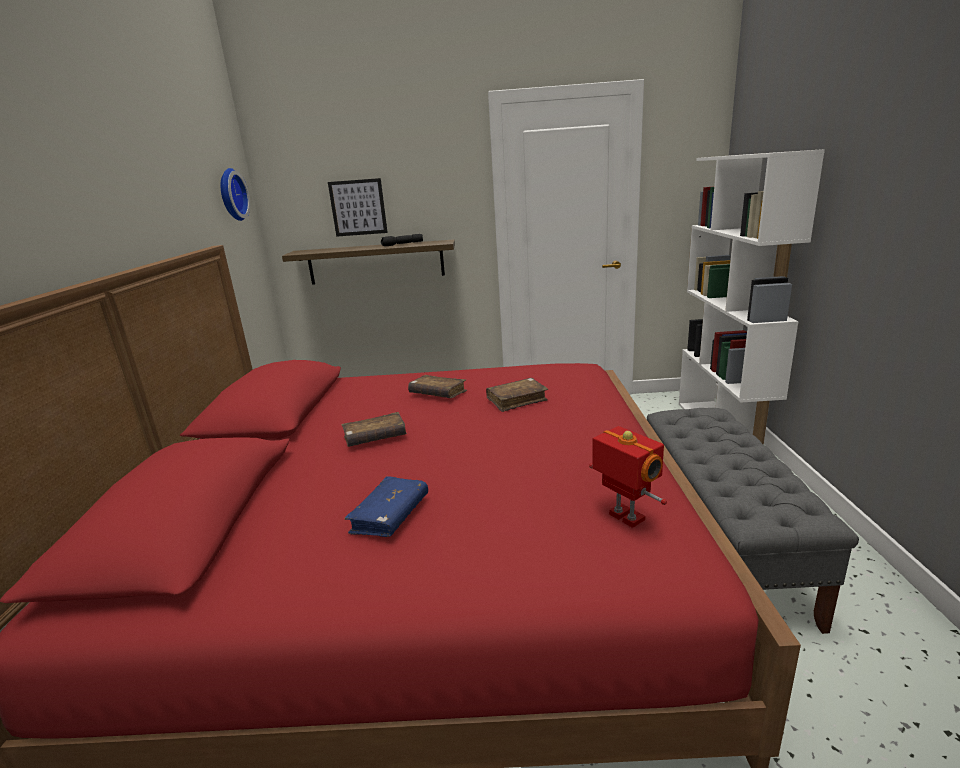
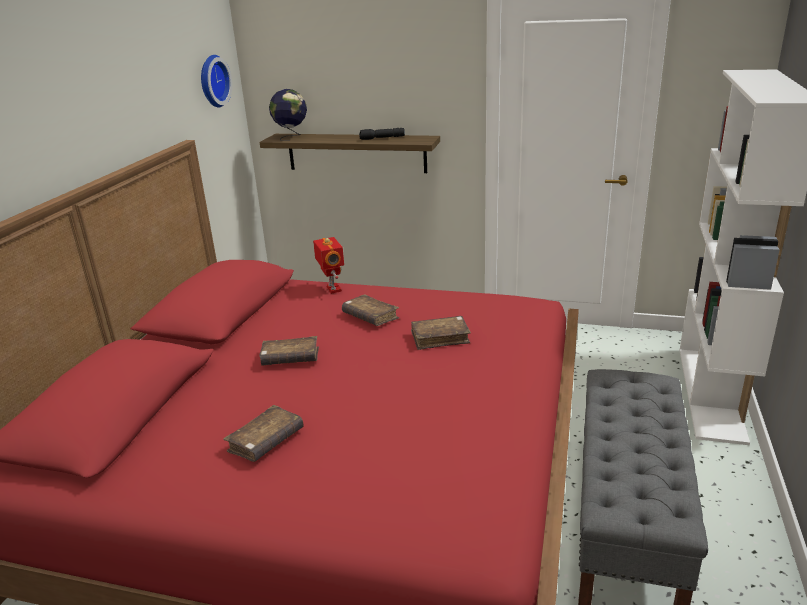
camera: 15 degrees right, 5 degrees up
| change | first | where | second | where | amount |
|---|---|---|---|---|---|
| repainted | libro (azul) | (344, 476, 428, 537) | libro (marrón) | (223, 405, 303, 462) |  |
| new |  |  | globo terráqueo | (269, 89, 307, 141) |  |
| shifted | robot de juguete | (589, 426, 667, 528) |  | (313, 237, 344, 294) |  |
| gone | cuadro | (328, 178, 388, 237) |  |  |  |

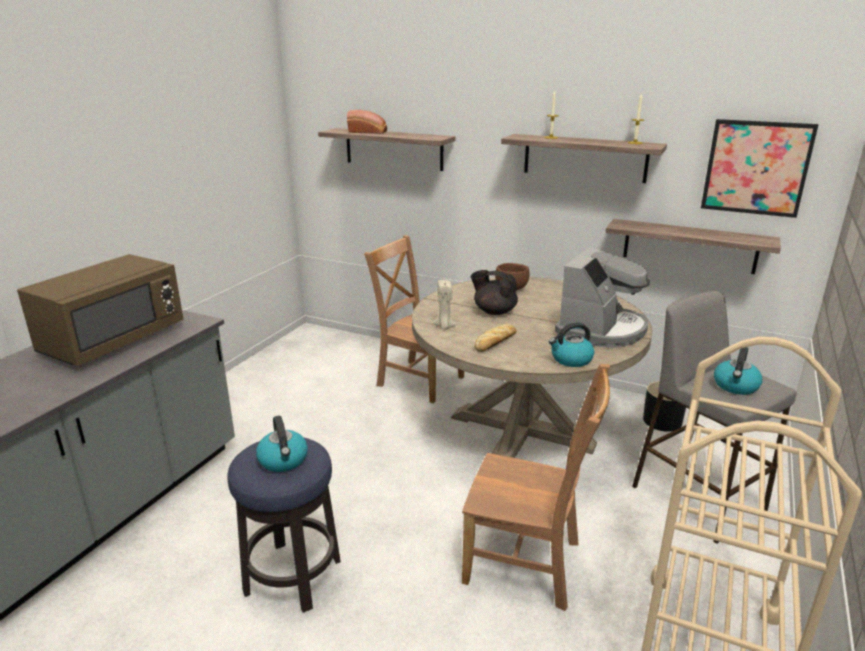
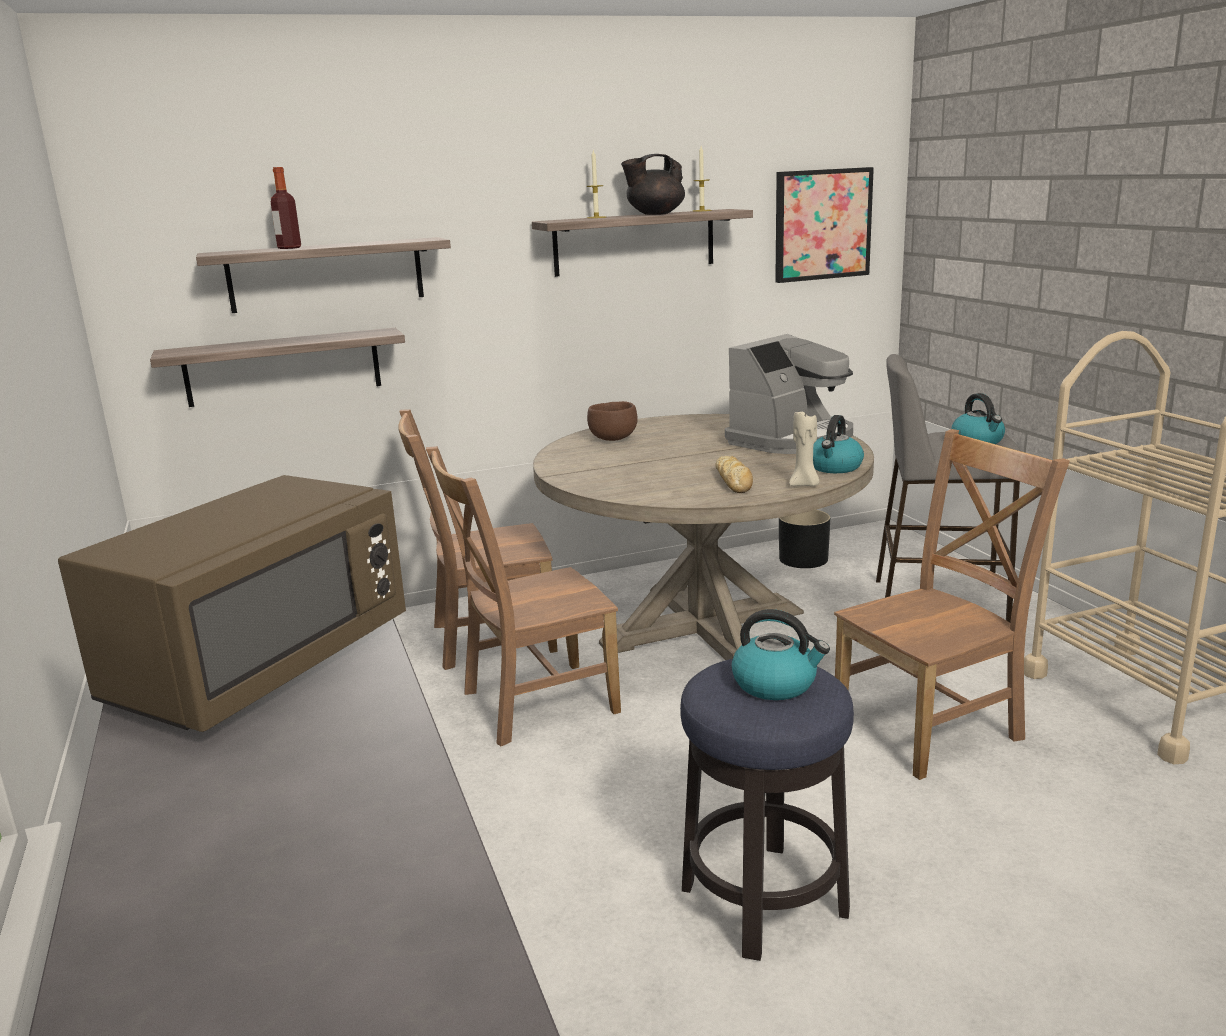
camera: 45 degrees left, 5 degrees down
| change | first | where | second | where | amount |
|---|---|---|---|---|---|
| rotated | microondas (marrón) | (17, 254, 183, 366) |  | (58, 475, 406, 732) | 45 degrees clockwise |
| shifted | estante | (606, 219, 781, 274) |  | (150, 328, 405, 407) |  |
| swapped | pan | (347, 110, 387, 134) | botella | (271, 167, 301, 249) |  |
| new |  |  | silla (marrón) | (426, 446, 621, 746) |  |
| shifted | tetera (negro) | (471, 270, 518, 315) |  | (621, 154, 685, 215) |  |
| rotated | cafetera | (555, 246, 650, 348) |  | (725, 334, 853, 454) | 60 degrees clockwise |
| shifted | vela (beis) | (433, 280, 456, 329) |  | (789, 410, 819, 486) |  |

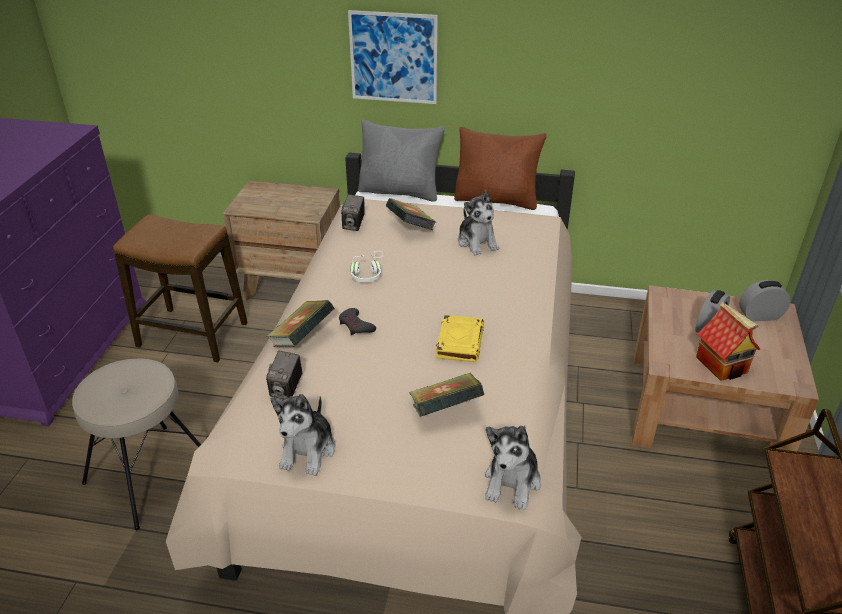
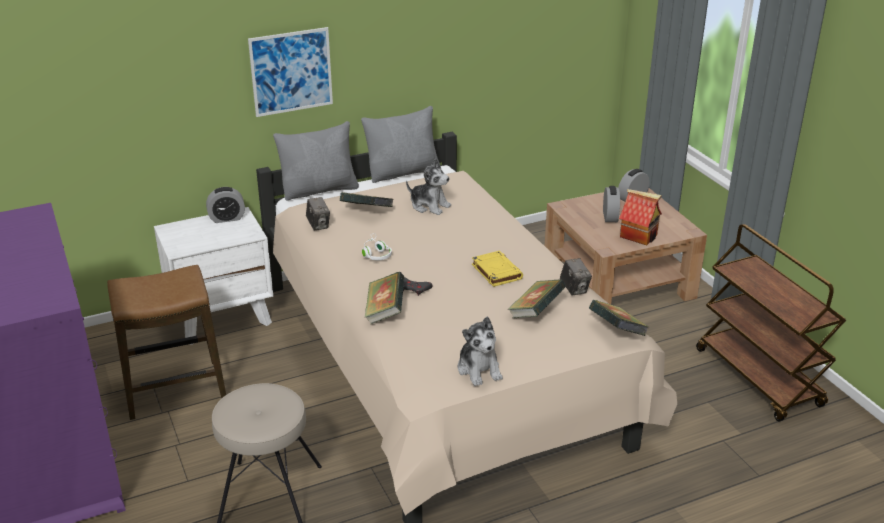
camera: 35 degrees left, 5 degrees down
| change | first | where | second | where | amount |
|---|---|---|---|---|---|
| repainted | mesita de noche (marrón) | (223, 181, 340, 300) | mesita de noche (blanco) | (154, 207, 273, 345) |  |
| new |  |  | despertador | (206, 187, 245, 223) |  |
| repainted | cojín (marrón) | (454, 127, 547, 210) | cojín (gris) | (361, 106, 441, 183) |  |
| shifted | cámara | (266, 351, 302, 399) |  | (560, 258, 592, 296) |  |
| swapped | peluche | (485, 425, 541, 510) | libro | (589, 300, 649, 336) |  |

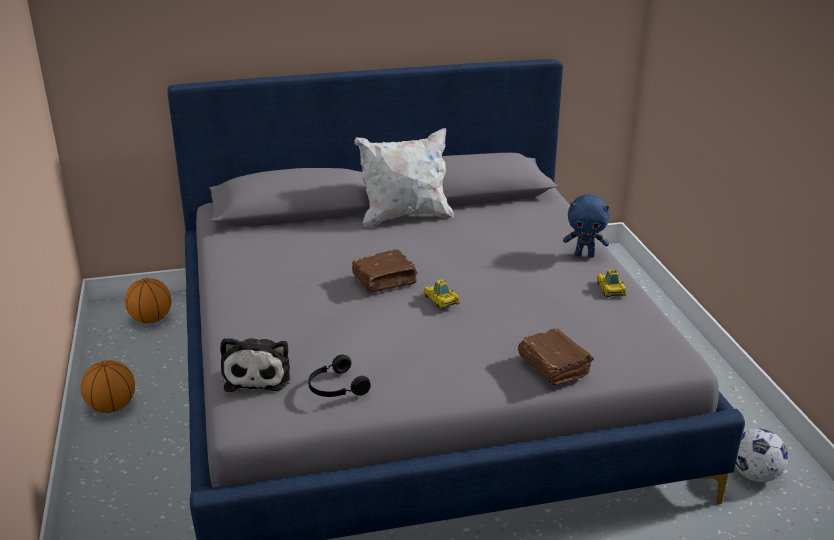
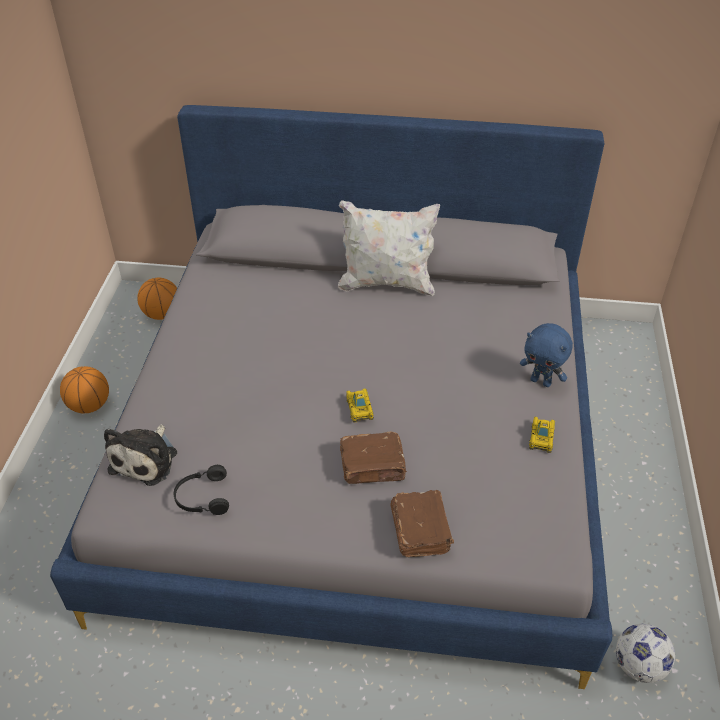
camera: 20 degrees right, 15 degrees up
| change | first | where | second | where | amount |
|---|---|---|---|---|---|
| shifted | libro (marrón) | (352, 249, 417, 292) |  | (340, 432, 407, 484) |  |

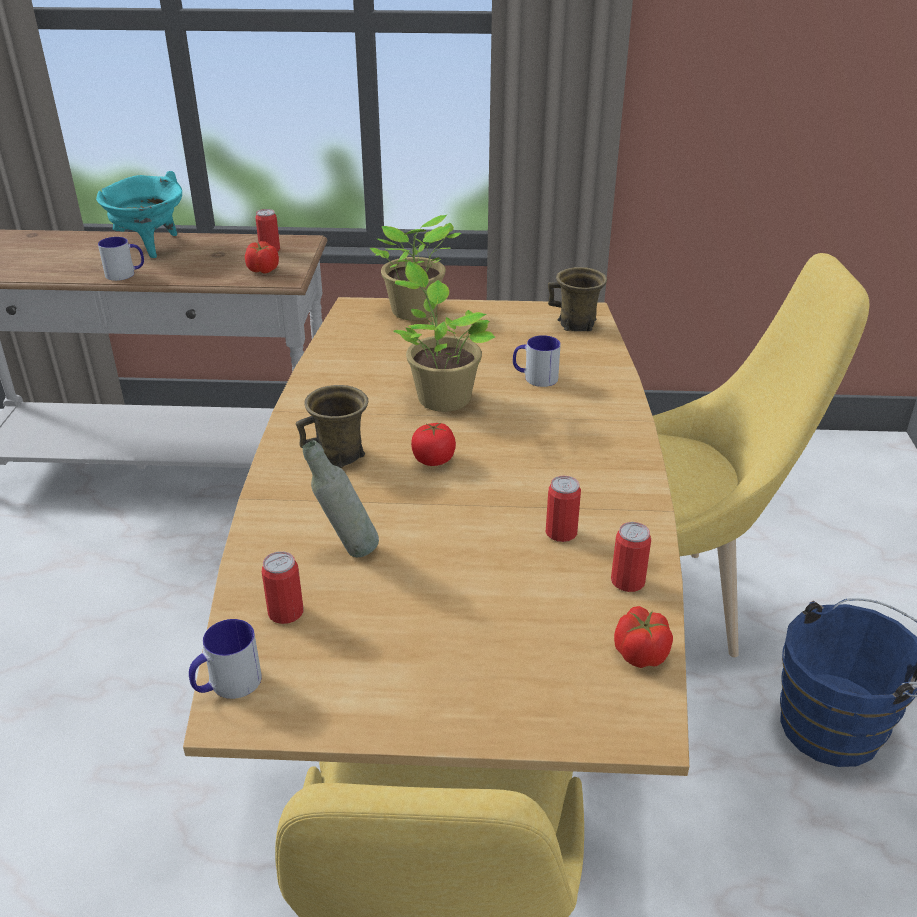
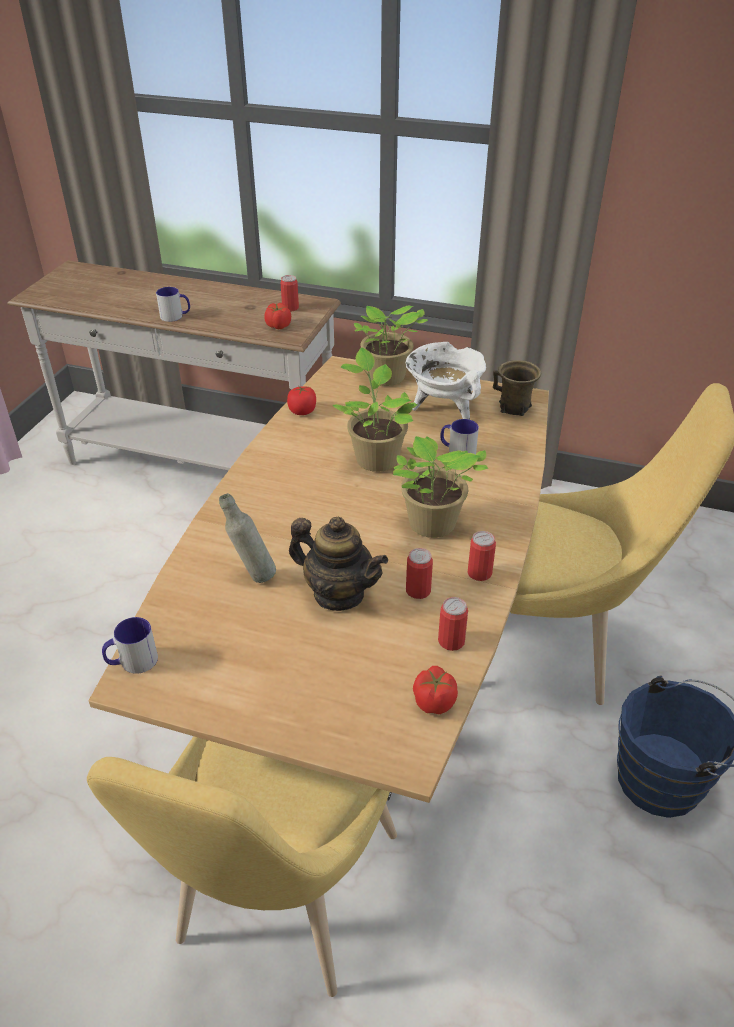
camera: 15 degrees right, 5 degrees up
| change | first | where | second | where | amount |
|---|---|---|---|---|---|
| shifted | tomate | (411, 423, 456, 466) |  | (287, 386, 316, 415) |  |
| new |  |  | tetera | (289, 516, 388, 611) |  |
| new |  |  | planta en maceta | (393, 436, 488, 538) |  |
| new |  |  | olla (blanco) | (406, 342, 486, 420) |  |
| shifted | lata | (262, 551, 303, 624) |  | (467, 531, 496, 581) |  |
| gone | olla (turquesa) | (96, 171, 182, 258) |  |  |  |
| gone | taza grande (marrón) | (296, 385, 368, 468) |  |  |  |

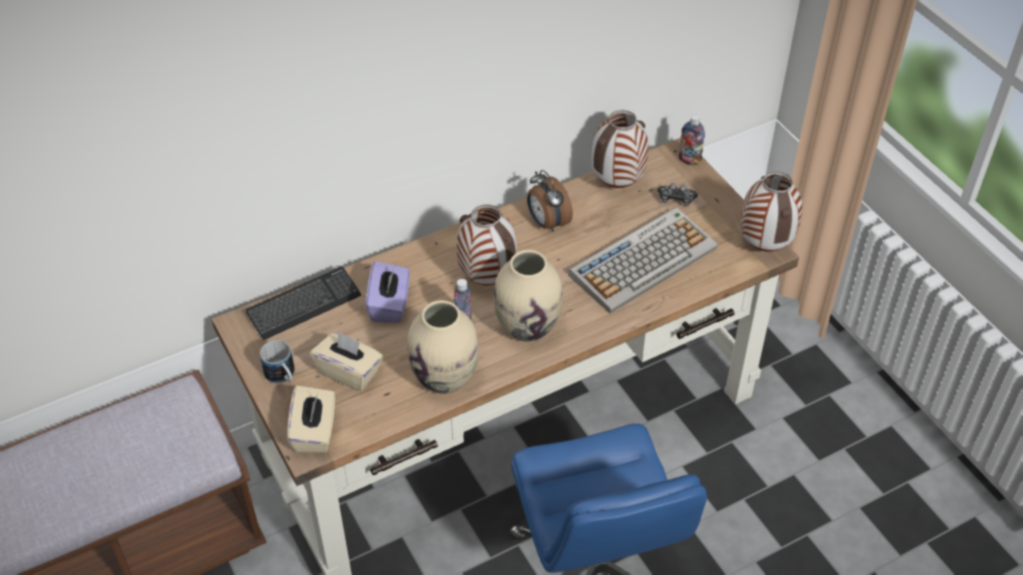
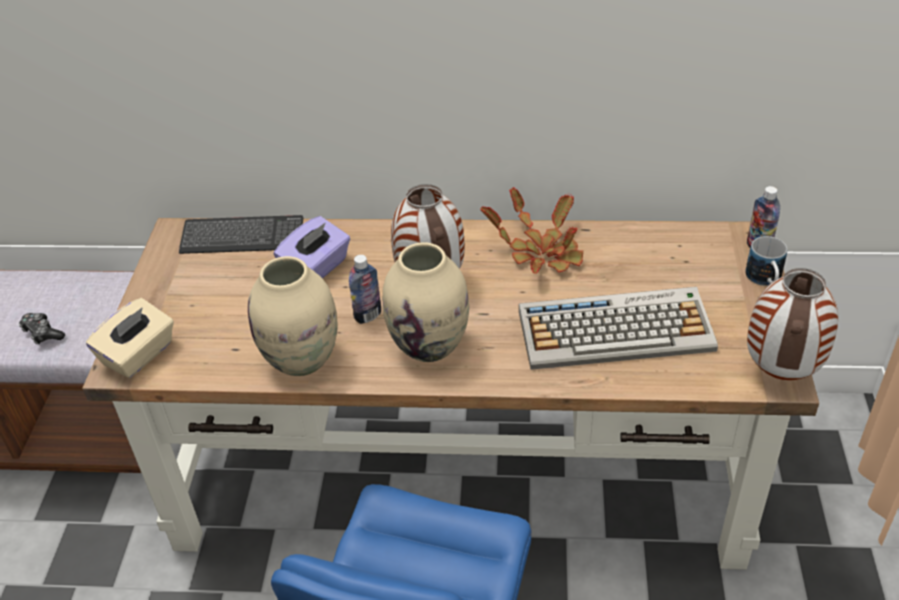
camera: 35 degrees right, 5 degrees down
| change | first | where | second | where | amount |
|---|---|---|---|---|---|
| shifted | mando de consola | (658, 183, 698, 206) |  | (18, 313, 65, 344) |  |
| swapped | despertador | (527, 170, 573, 232) | planta en maceta | (480, 187, 583, 274) |  |
| shifted | taza grande | (260, 340, 295, 383) |  | (745, 236, 787, 286) |  |
| gone | caja de pañuelos (beis) | (310, 331, 383, 391) |  |  |  |
| gone | florero | (591, 110, 648, 188) |  |  |  |

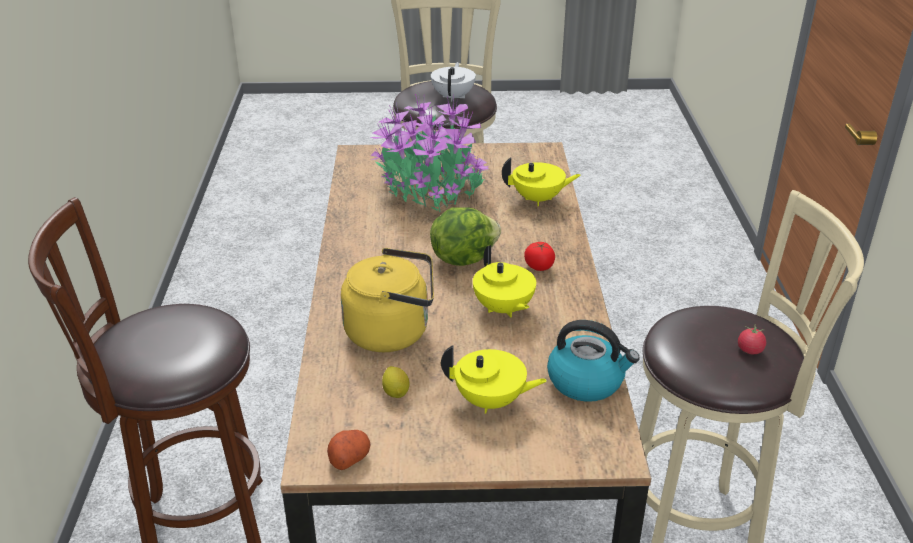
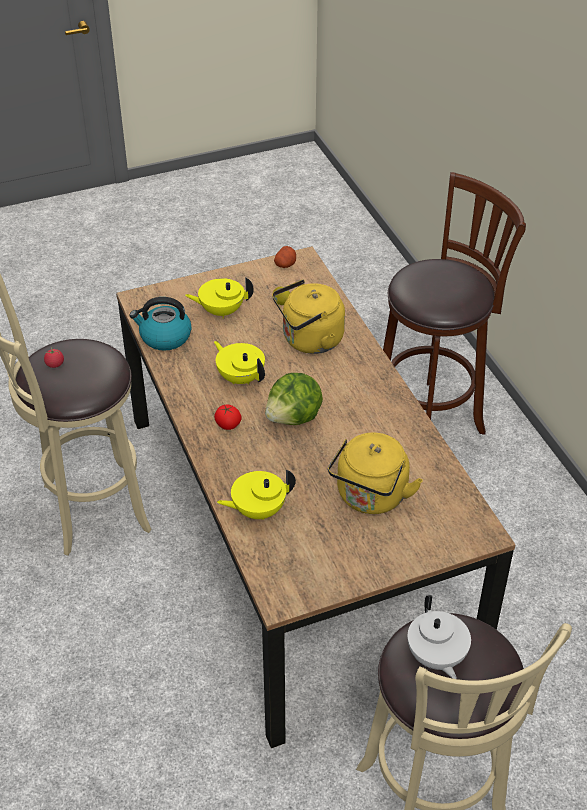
camera: 160 degrees right, 10 degrees up
| change | first | where | second | where | amount |
|---|---|---|---|---|---|
| swapped | planta en maceta | (370, 94, 489, 212) | hervidor (amarillo) | (328, 433, 423, 514) |  |

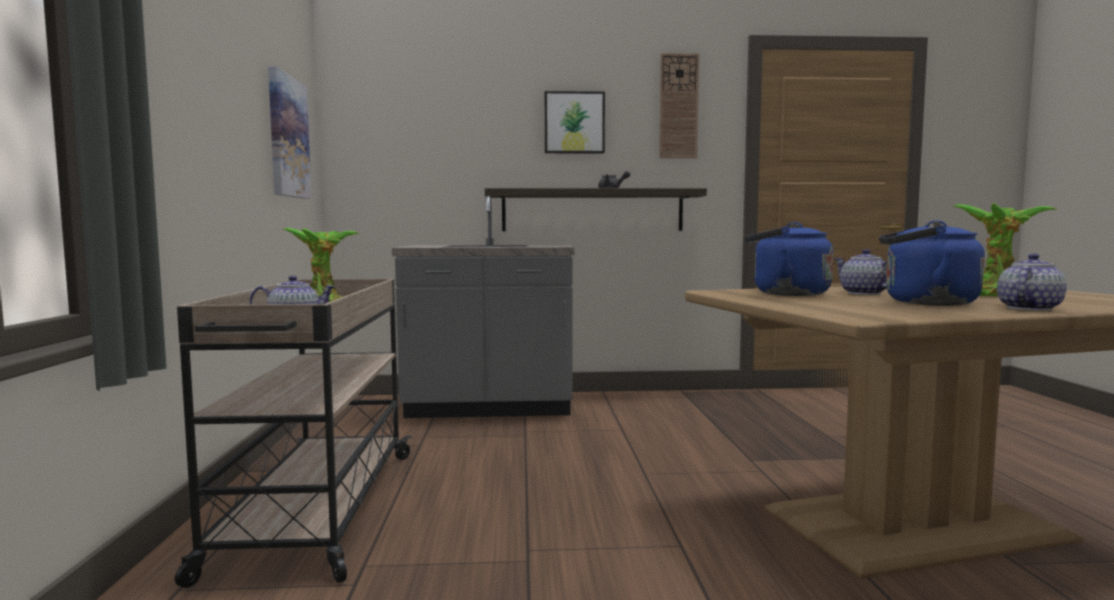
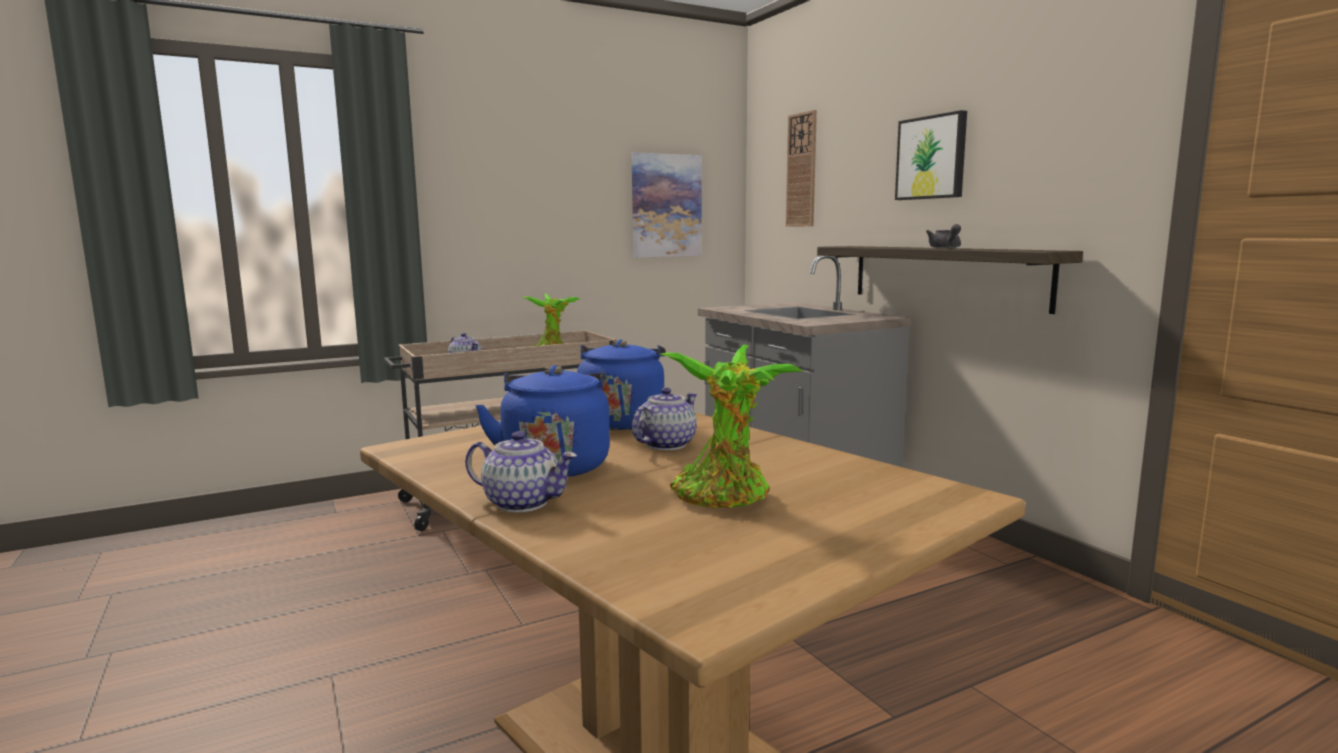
camera: 65 degrees right, 5 degrees up
| change | first | where | second | where | amount |
|---|---|---|---|---|---|
| shifted | reloj de pared | (659, 53, 699, 158) |  | (786, 110, 817, 227) |  |

